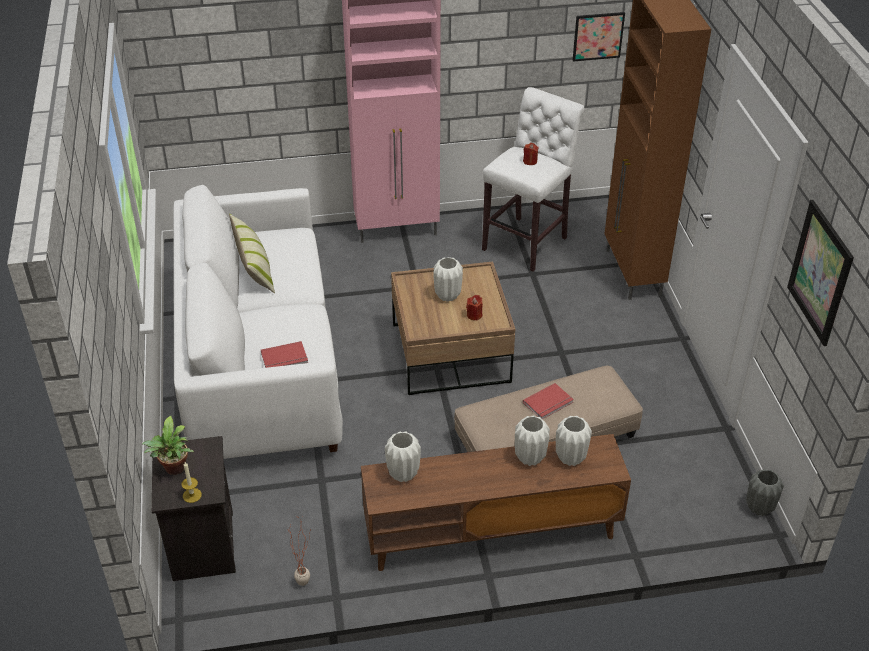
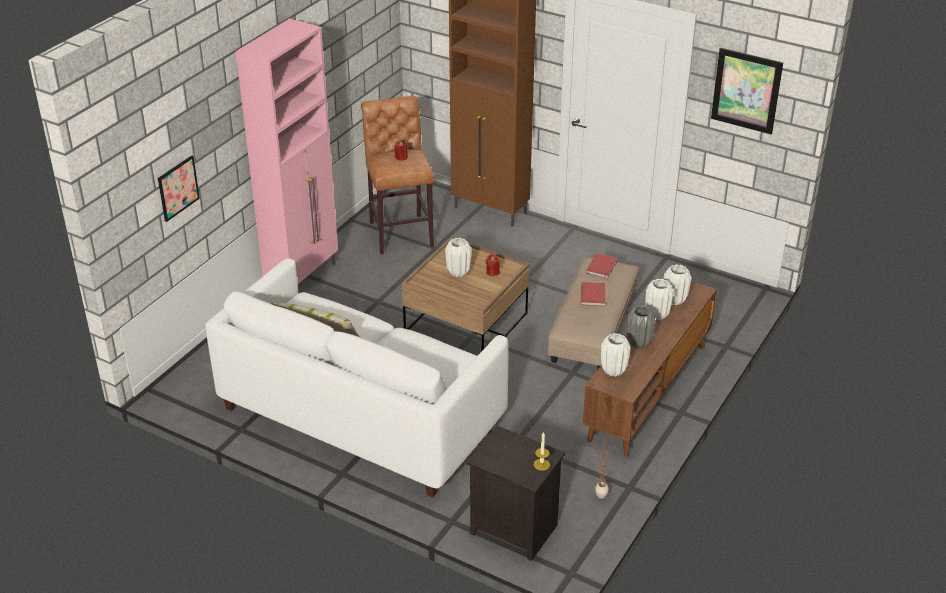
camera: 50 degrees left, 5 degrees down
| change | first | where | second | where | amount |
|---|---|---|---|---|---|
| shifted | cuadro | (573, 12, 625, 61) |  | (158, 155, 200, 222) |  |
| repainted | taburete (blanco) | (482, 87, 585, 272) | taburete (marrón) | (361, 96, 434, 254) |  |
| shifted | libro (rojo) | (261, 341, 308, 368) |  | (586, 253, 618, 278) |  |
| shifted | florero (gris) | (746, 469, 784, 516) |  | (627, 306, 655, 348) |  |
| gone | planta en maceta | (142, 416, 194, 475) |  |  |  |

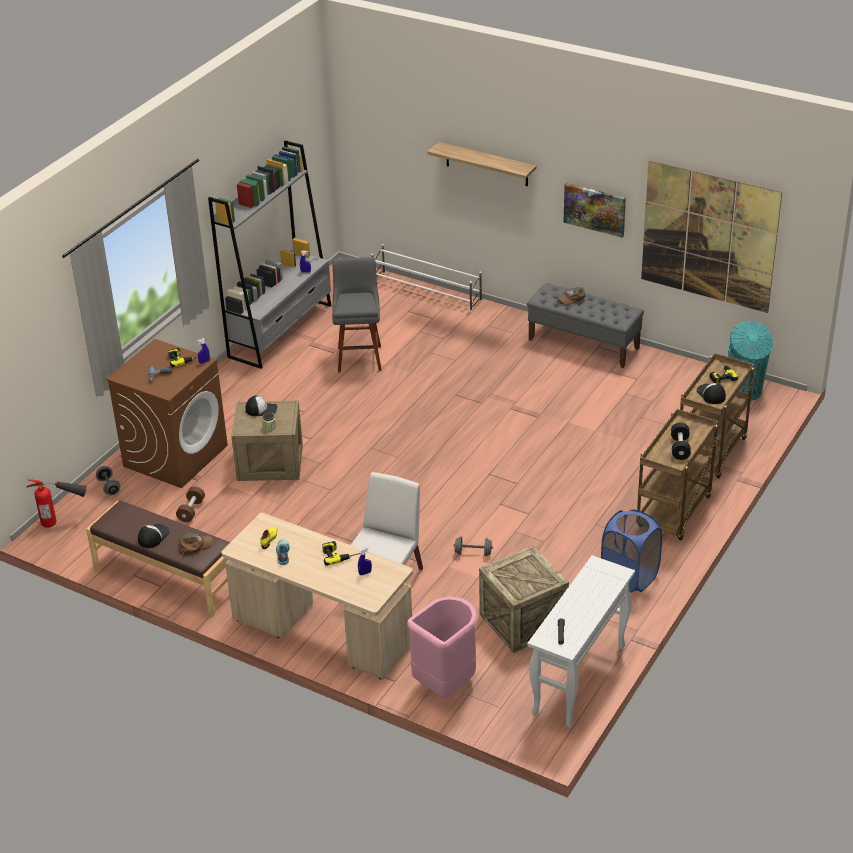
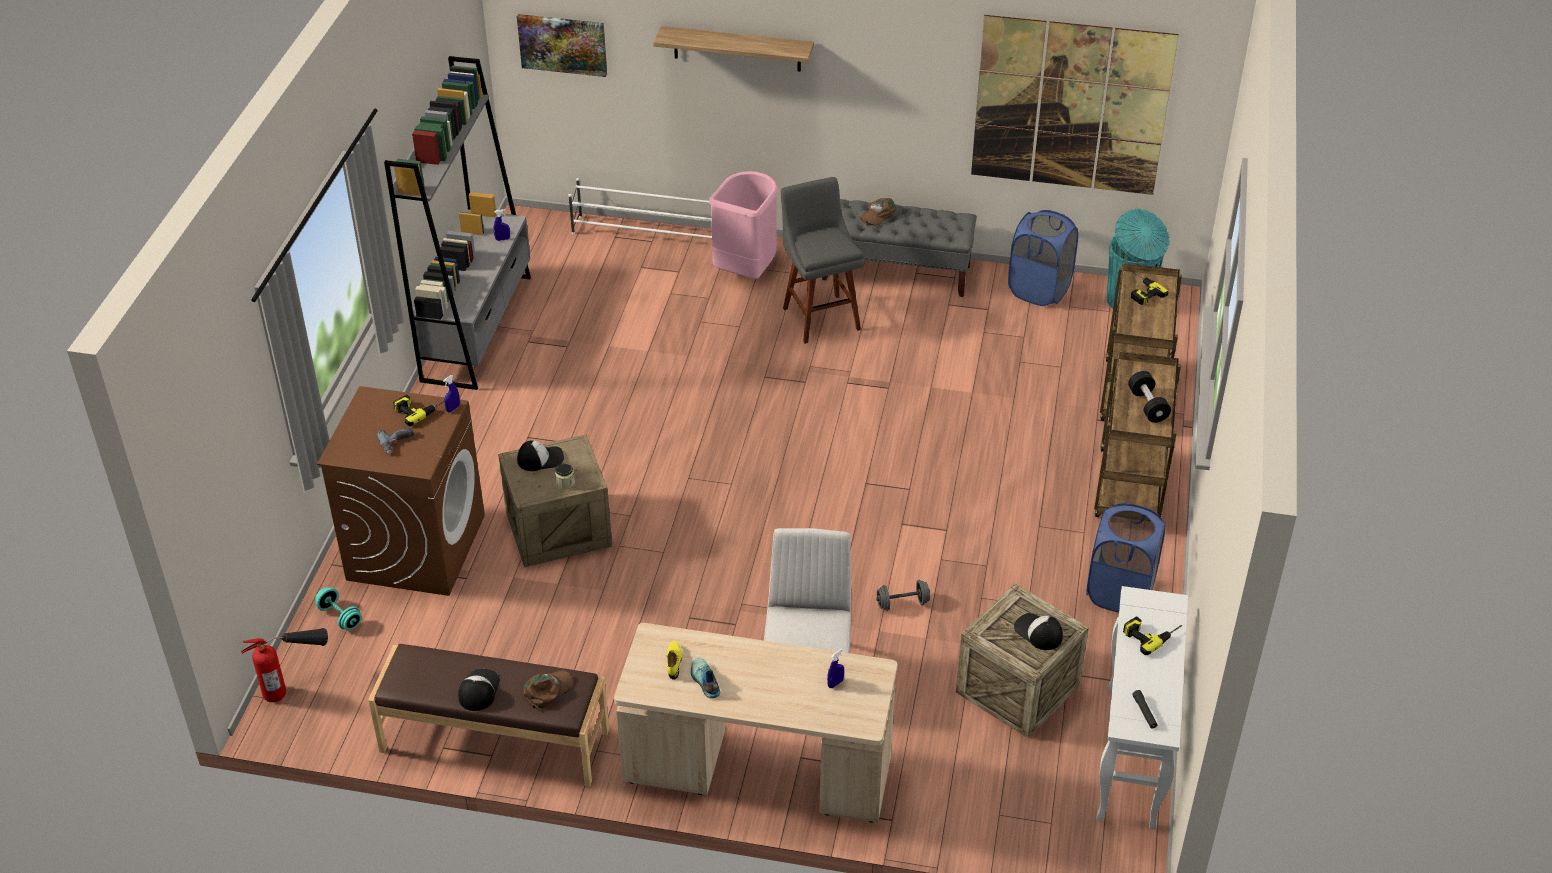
camera: 20 degrees left, 5 degrees up
| change | first | where | second | where | amount |
|---|---|---|---|---|---|
| repainted | mancuerna (gris) | (96, 466, 120, 495) | mancuerna (turquesa) | (315, 587, 362, 630) |  |
| shifted | cuadro | (564, 183, 626, 238) |  | (517, 14, 607, 77) |  |
| shifted | papelera (rosa) | (407, 596, 478, 698) |  | (709, 171, 779, 279) |  |
| shifted | taburete (gris) | (332, 257, 382, 373) |  | (781, 177, 864, 344) |  |
| new |  |  | cesto de la ropa (azul) | (1008, 210, 1078, 306) |  |
| shifted | gorra | (696, 383, 726, 404) |  | (1014, 613, 1063, 650) |  |
| shifted | taladro | (322, 541, 361, 566) |  | (1123, 616, 1182, 655) |  |
| gone | mancuerna (marrón) | (176, 486, 205, 522) |  |  |  |

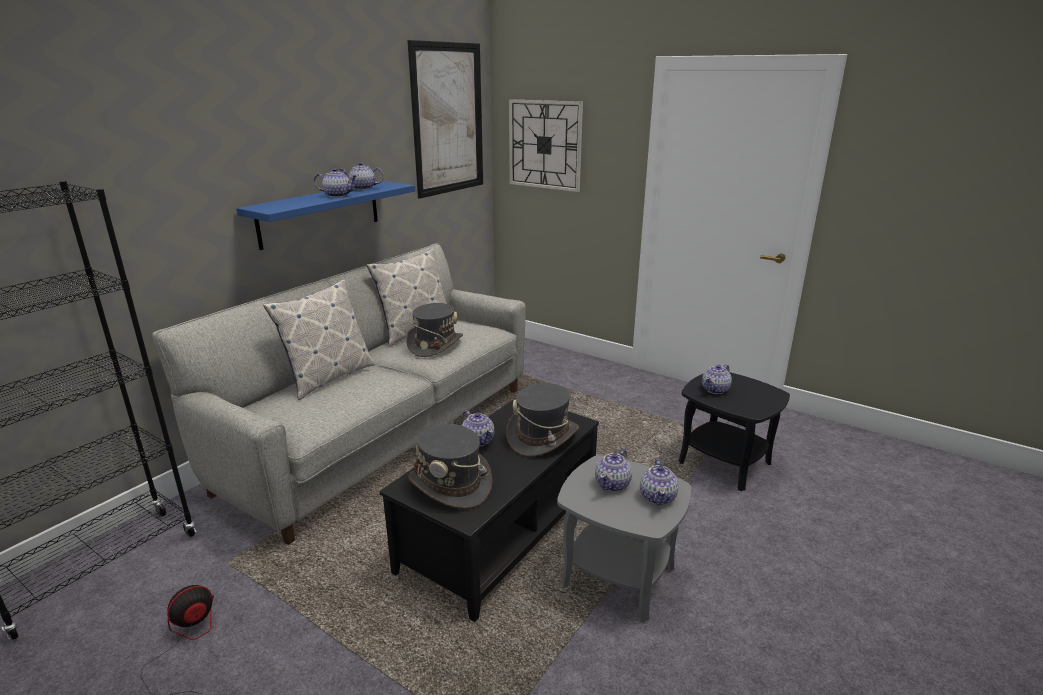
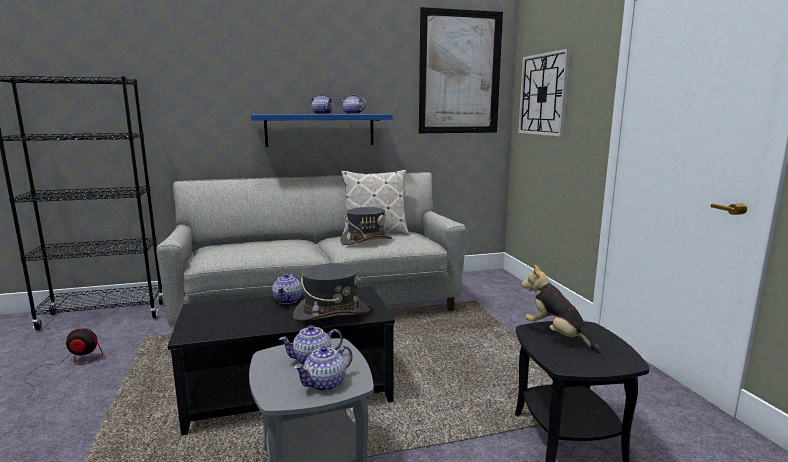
camera: 40 degrees right, 10 degrees down
| change | first | where | second | where | amount |
|---|---|---|---|---|---|
| swapped | tetera | (702, 364, 732, 394) | peluche | (522, 265, 602, 353) |  |
| gone | cojín | (263, 279, 375, 400) |  |  |  |
| gone | sombrero (gris) | (409, 424, 492, 509) |  |  |  |

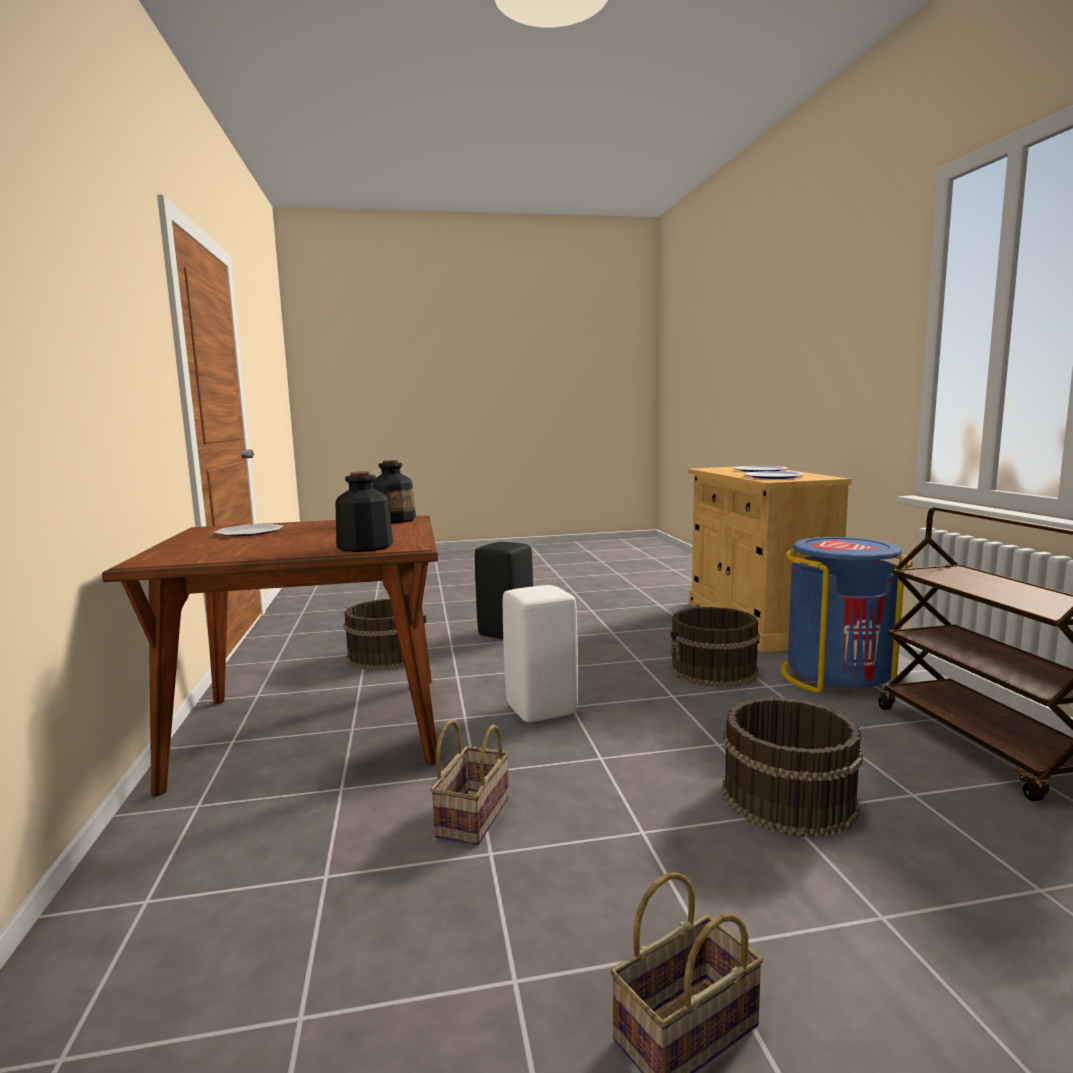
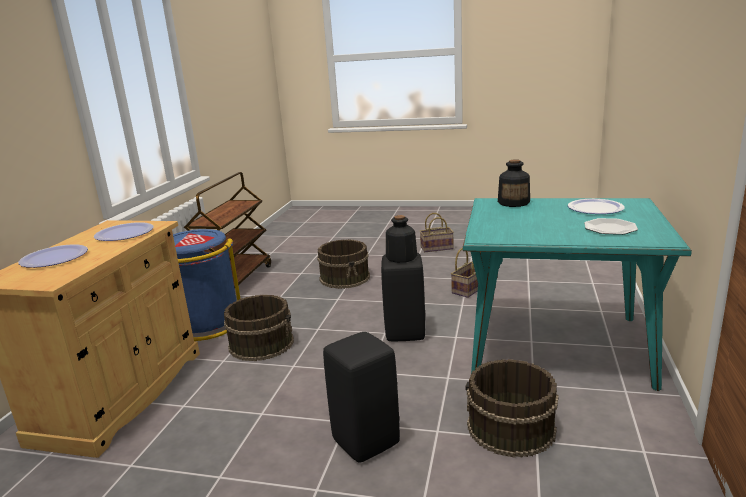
camera: 155 degrees left, 10 degrees up
| change | first | where | second | where | amount |
|---|---|---|---|---|---|
| repainted | taburete (blanco) | (503, 585, 578, 722) | taburete (negro) | (381, 253, 425, 341) |  |
| shifted | botella | (373, 460, 416, 523) |  | (386, 215, 417, 263) |  |
| repainted | mesa de comedor (marrón) | (102, 515, 438, 797) | mesa de comedor (turquesa) | (463, 198, 692, 391) |  |
| new |  |  | plato | (568, 199, 625, 214) |  |

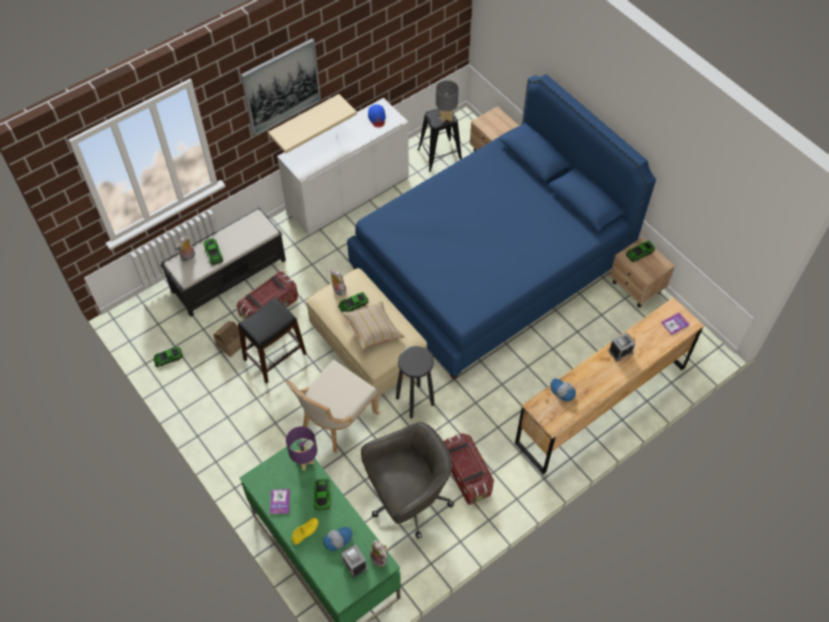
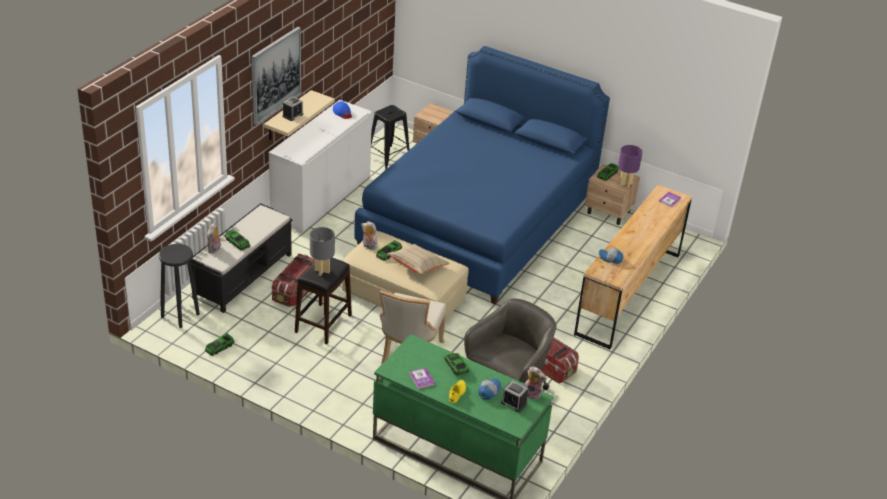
camera: 25 degrees left, 20 degrees down
| change | first | where | second | where | amount |
|---|---|---|---|---|---|
| shifted | taburete (negro) | (396, 346, 434, 419) |  | (159, 244, 200, 328) |  |
| shifted | despertador | (608, 333, 636, 361) |  | (282, 97, 303, 121) |  |
| shifted | lámpara de mesa (gris) | (436, 80, 459, 122) |  | (310, 227, 335, 276) |  |
| shifted | lámpara de mesa (morado) | (286, 426, 317, 470) |  | (618, 145, 642, 188) |  |
| gone | casita | (213, 321, 242, 357) |  |  |  |

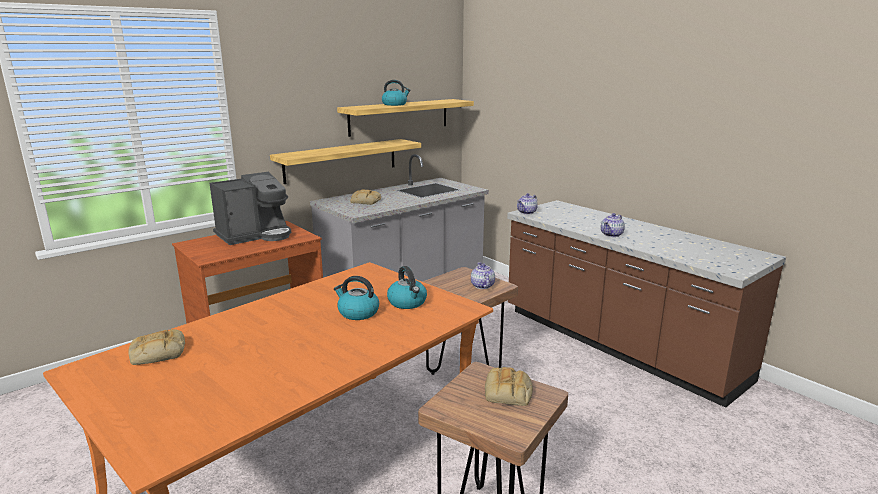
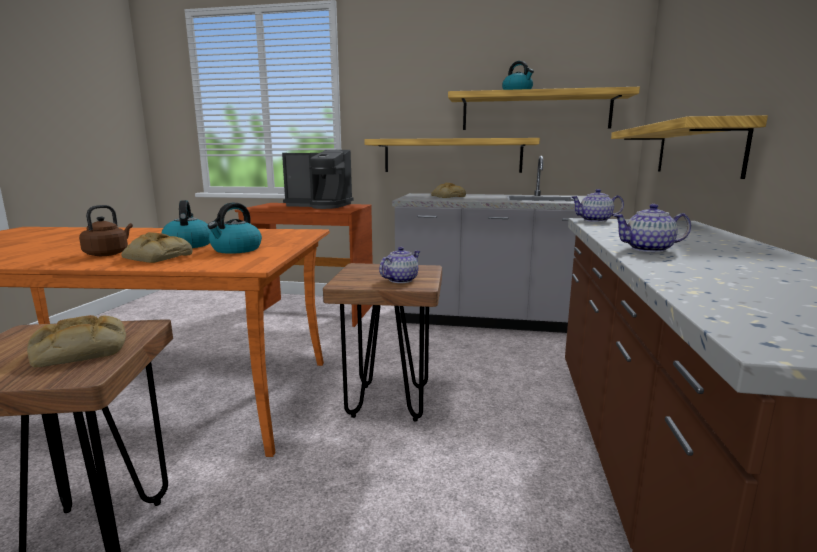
camera: 50 degrees right, 5 degrees down
| change | first | where | second | where | amount |
|---|---|---|---|---|---|
| new |  |  | hervidor (marrón) | (79, 205, 133, 256) |  |
| shifted | pan | (128, 329, 185, 365) |  | (121, 232, 192, 263) |  |
| new |  |  | estante | (611, 115, 768, 179) |  |

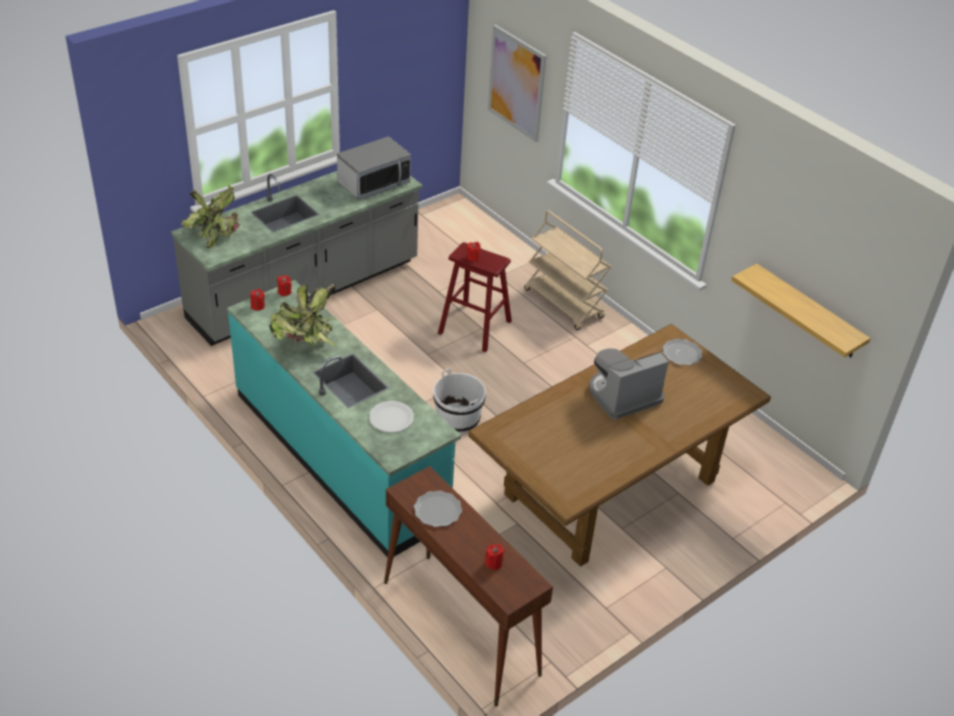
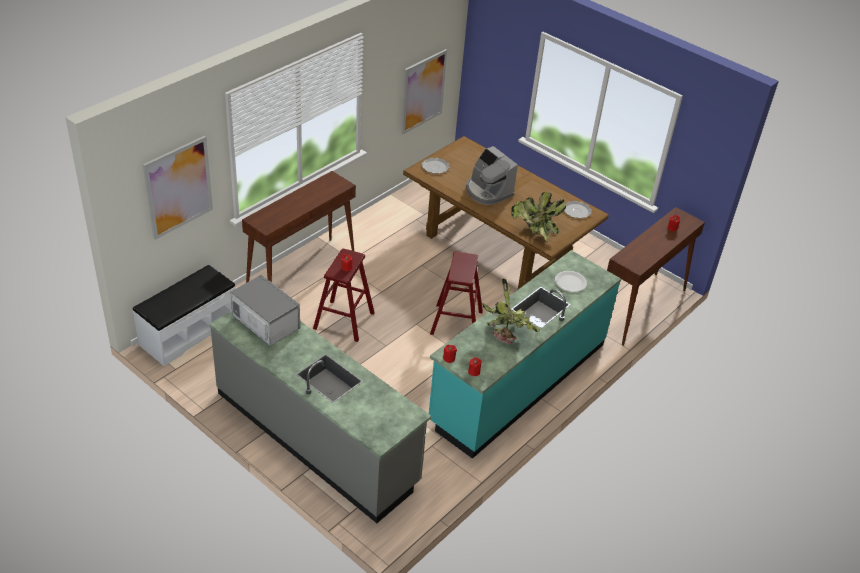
camera: 100 degrees left, 0 degrees up
| change | first | where | second | where | amount |
|---|---|---|---|---|---|
| new |  |  | banco (blanco) | (132, 265, 236, 366) |  |
| swapped | carrito (beis) | (524, 210, 611, 330) | mesa consola (marrón) | (242, 171, 356, 283) |  |
| swapped | estante | (731, 264, 871, 357) | cuadro | (401, 49, 447, 135) |  |
| swapped | cubo (blanco) | (433, 368, 486, 434) | taburete (rojo) | (430, 252, 483, 335) |  |
| shifted | planta en maceta | (182, 185, 240, 249) |  | (511, 192, 566, 242) |  |
| shifted | plato | (414, 490, 462, 527) |  | (564, 201, 592, 218) |  |

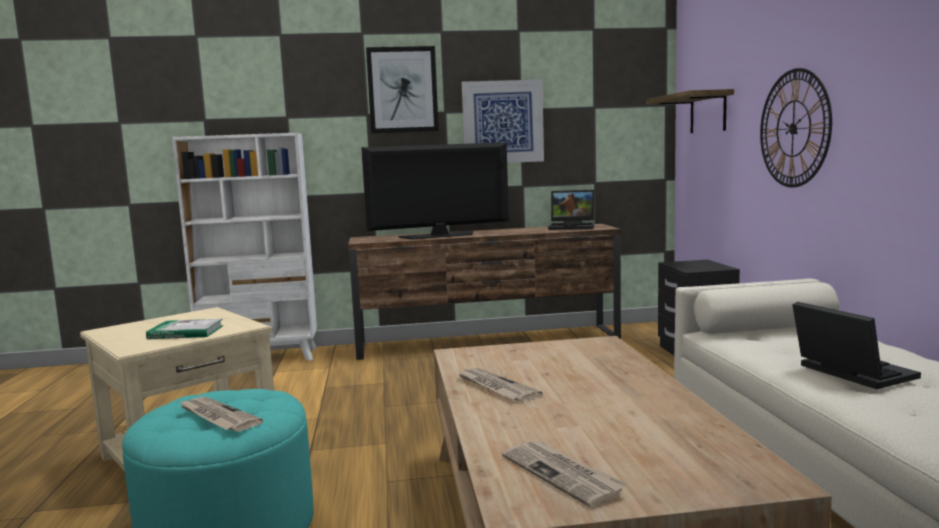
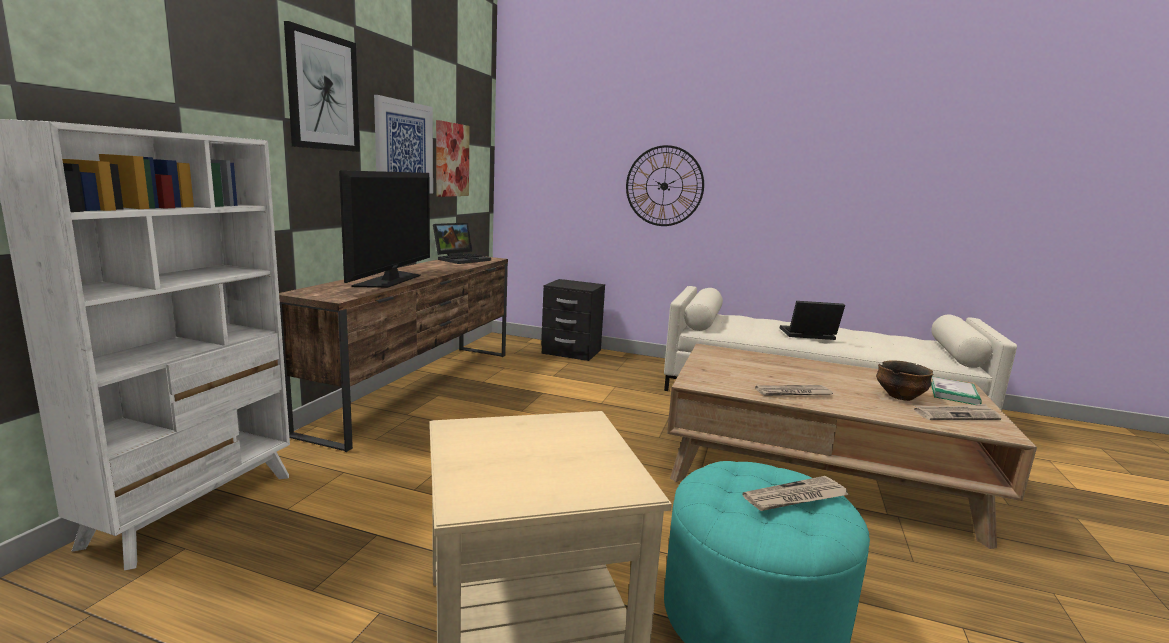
camera: 65 degrees left, 5 degrees up
| change | first | where | second | where | amount |
|---|---|---|---|---|---|
| new |  |  | cuadro | (436, 120, 470, 197) |  |
| new |  |  | cuenco | (876, 360, 933, 401) |  |
| shifted | libro | (146, 319, 224, 339) |  | (931, 377, 982, 405) |  |
| gone | estante | (646, 89, 734, 133) |  |  |  |

